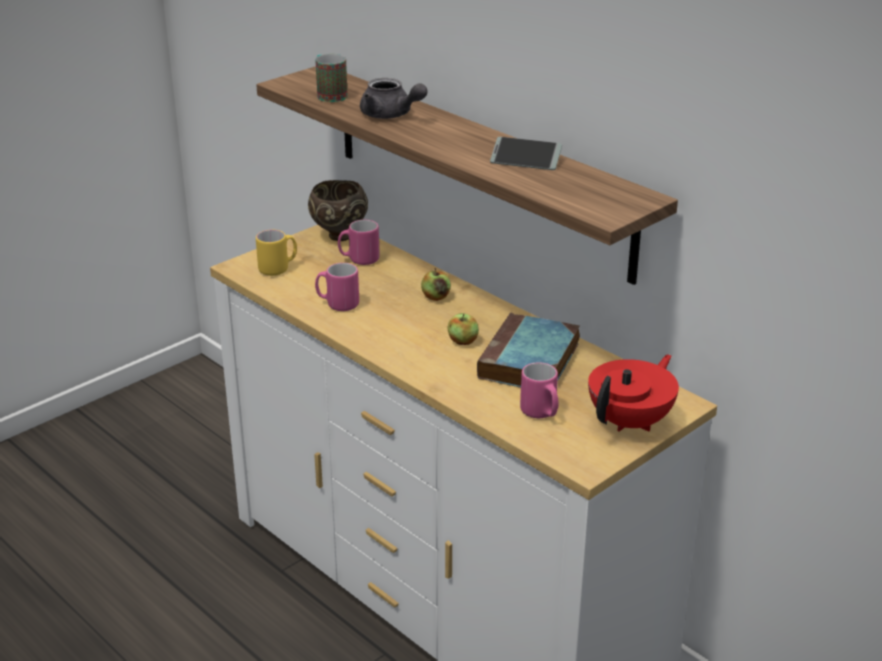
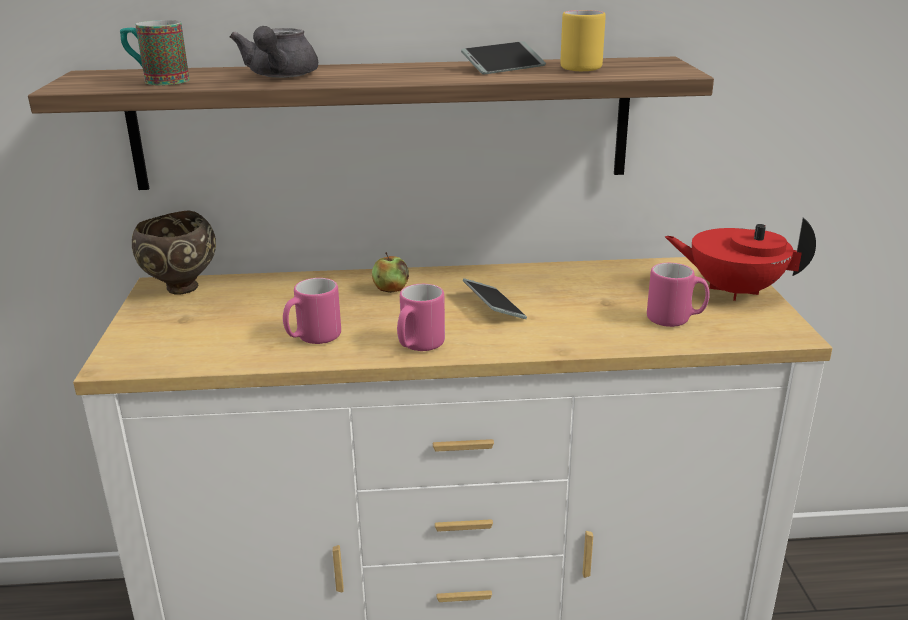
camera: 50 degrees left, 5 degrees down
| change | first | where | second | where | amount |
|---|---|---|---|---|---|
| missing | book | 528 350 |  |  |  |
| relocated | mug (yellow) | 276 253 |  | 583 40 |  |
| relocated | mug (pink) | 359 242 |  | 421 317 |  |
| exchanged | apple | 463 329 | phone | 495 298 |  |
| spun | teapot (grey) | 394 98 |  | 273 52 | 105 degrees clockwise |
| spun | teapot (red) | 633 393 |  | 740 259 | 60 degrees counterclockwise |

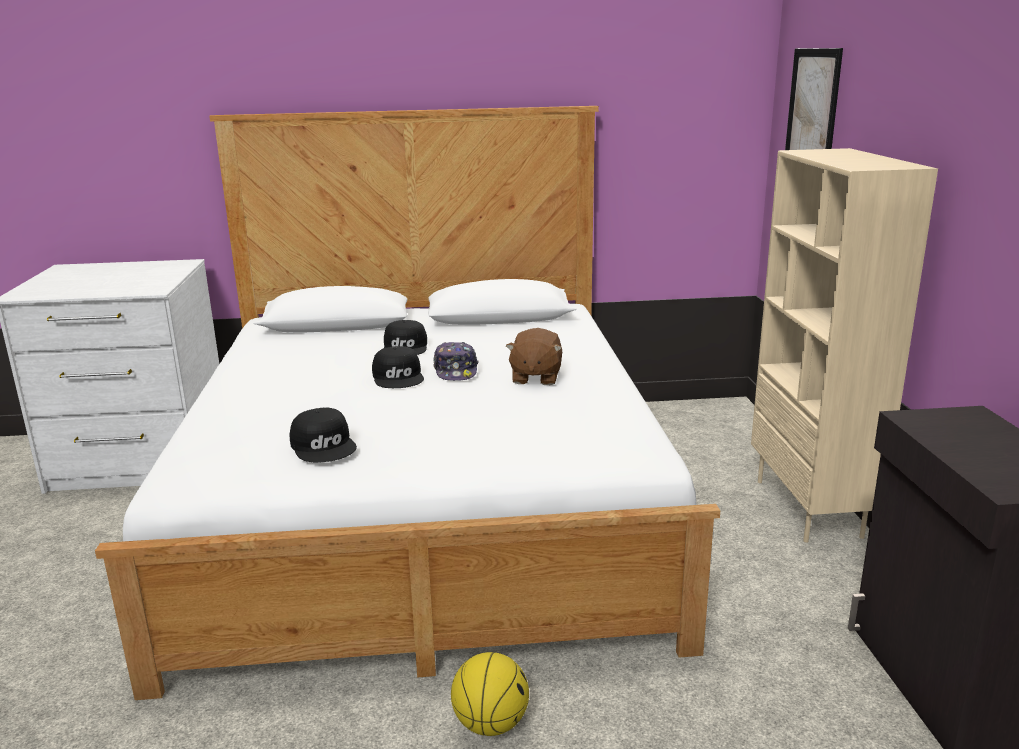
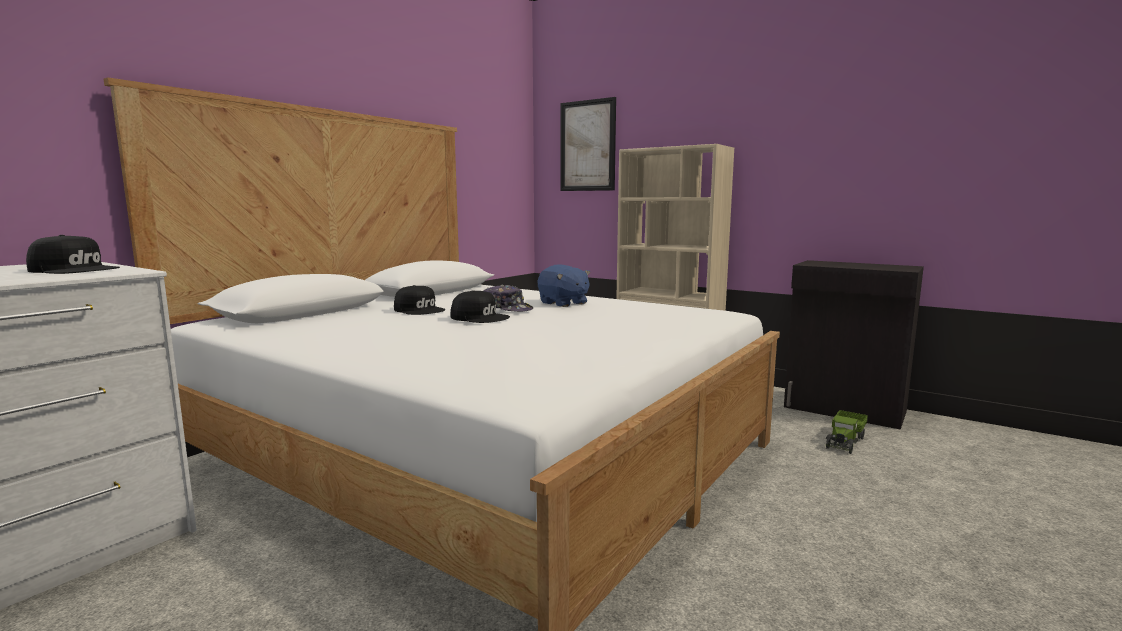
camera: 50 degrees left, 10 degrees down
| change | first | where | second | where | amount |
|---|---|---|---|---|---|
| missing | basketball | 490 694 |  |  |  |
| appeared |  |  | toy truck | 847 432 |  |
| relocated | cap (black) | 323 435 |  | 73 254 |  |
| colour | plush toy (brown) | 534 356 | plush toy (blue) | 564 285 |  |

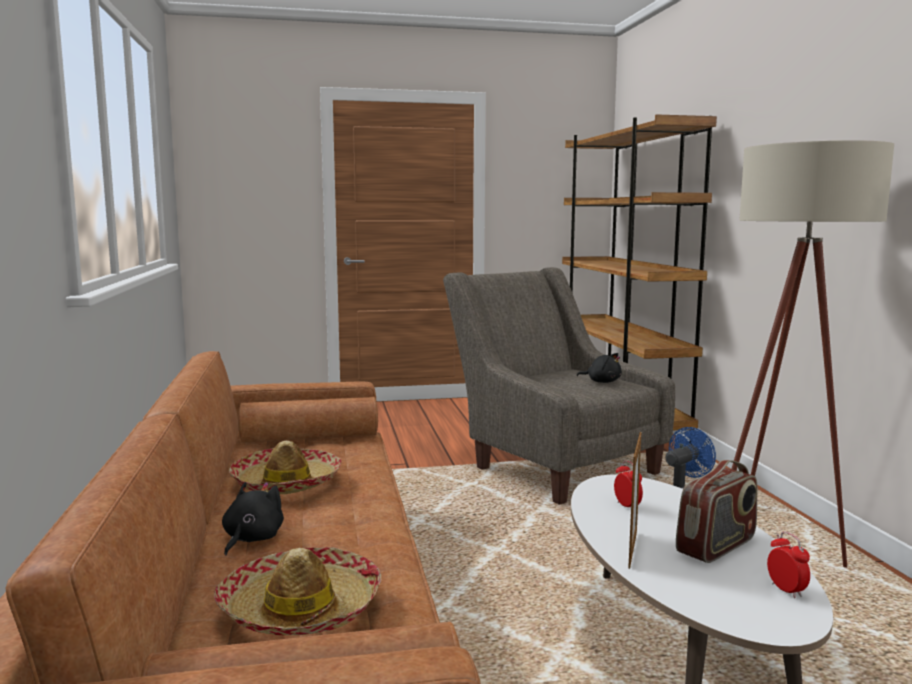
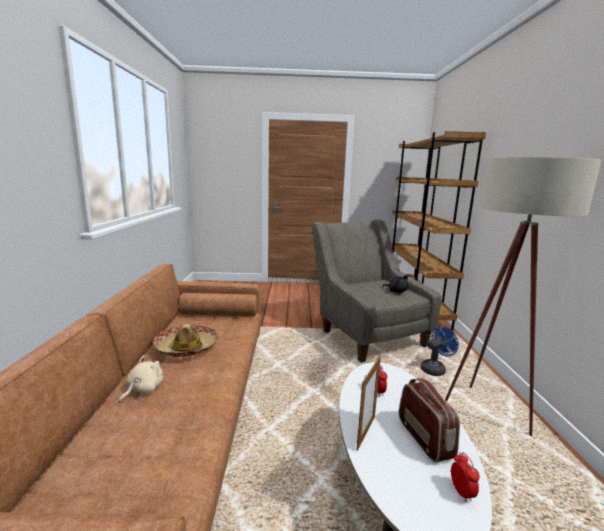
camera: 10 degrees right, 5 degrees up
| change | first | where | second | where | amount |
|---|---|---|---|---|---|
| missing | hat | 297 591 |  |  |  |
| colour | plush toy (black) | 253 518 | plush toy (beige) | 141 379 |  |
| spun | radio | 716 511 |  | 429 420 | 75 degrees counterclockwise |

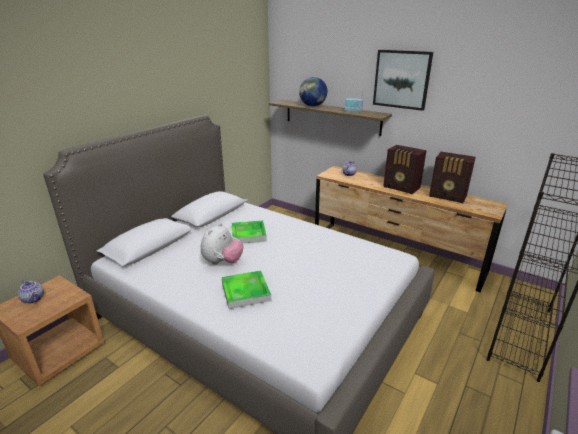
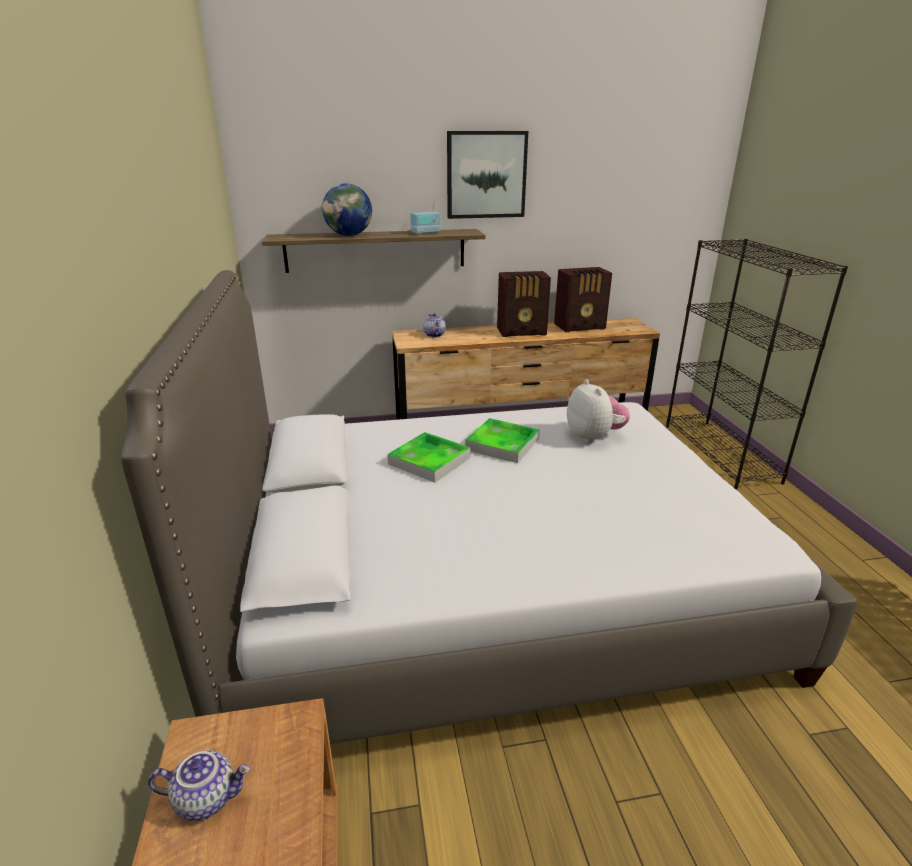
camera: 45 degrees left, 0 degrees up
| change | first | where | second | where | amount |
|---|---|---|---|---|---|
| relocated | plush toy | 222 244 |  | 598 411 |  |
| relocated | tray | 246 289 |  | 502 440 |  |

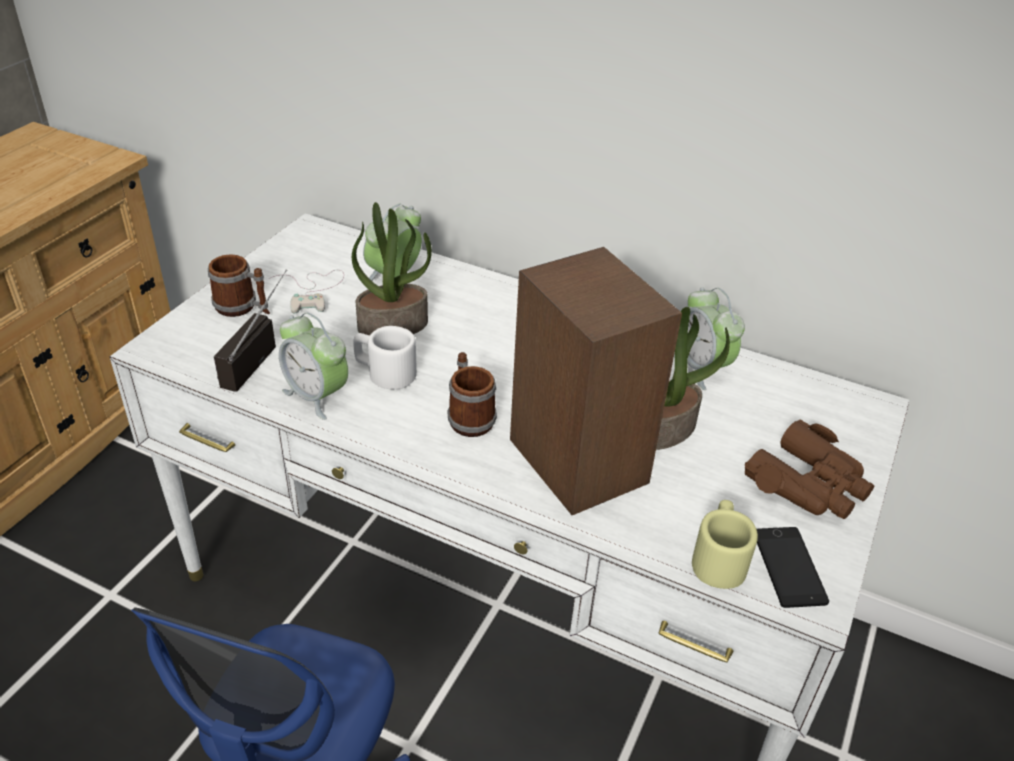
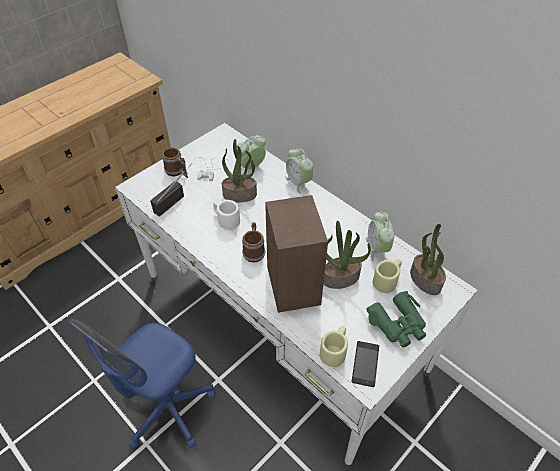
camera: 20 degrees right, 10 degrees up
| change | first | where | second | where | amount |
|---|---|---|---|---|---|
| appeared |  |  | mug (beige) | 387 276 |  |
| appeared |  |  | potted plant | 428 259 |  |
| relocated | alarm clock | 313 366 |  | 299 171 |  |
| colour | binoculars (brown) | 809 469 | binoculars (green) | 396 319 |  |

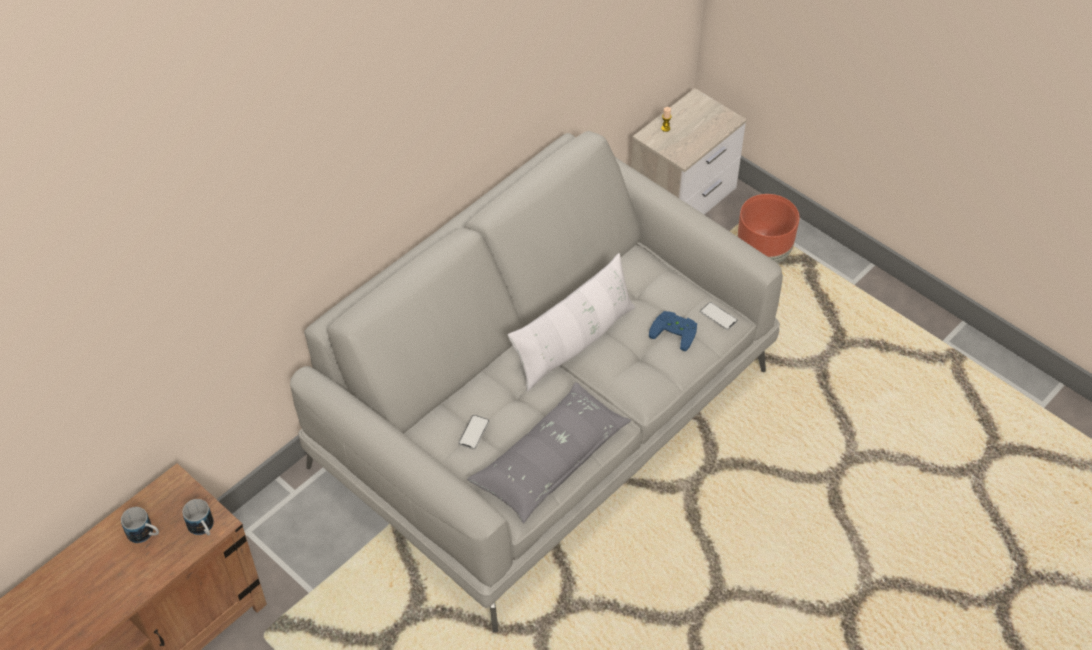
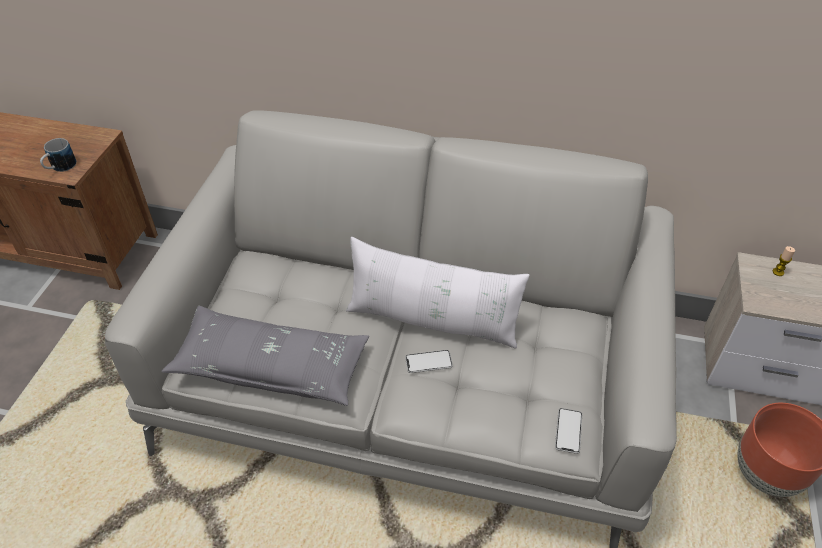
camera: 60 degrees right, 5 degrees down
| change | first | where | second | where | amount |
|---|---|---|---|---|---|
| missing | mug | 140 525 |  |  |  |
| missing | game controller (blue) | 673 331 |  |  |  |
| relocated | phone | 474 432 |  | 429 361 |  |

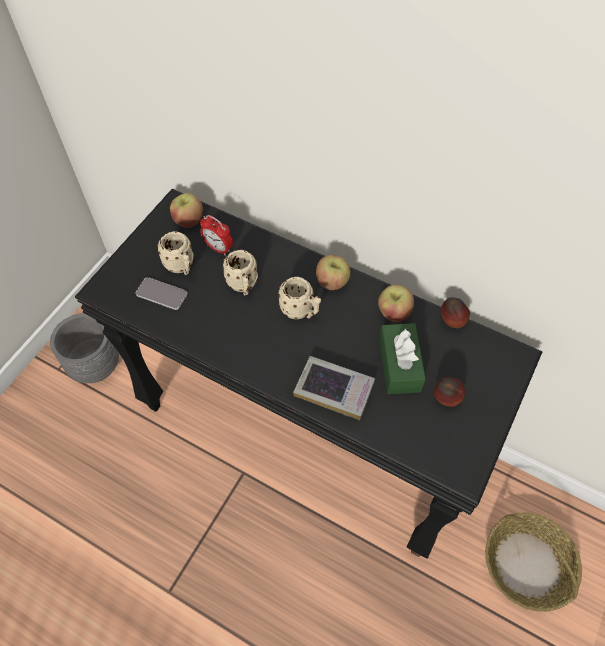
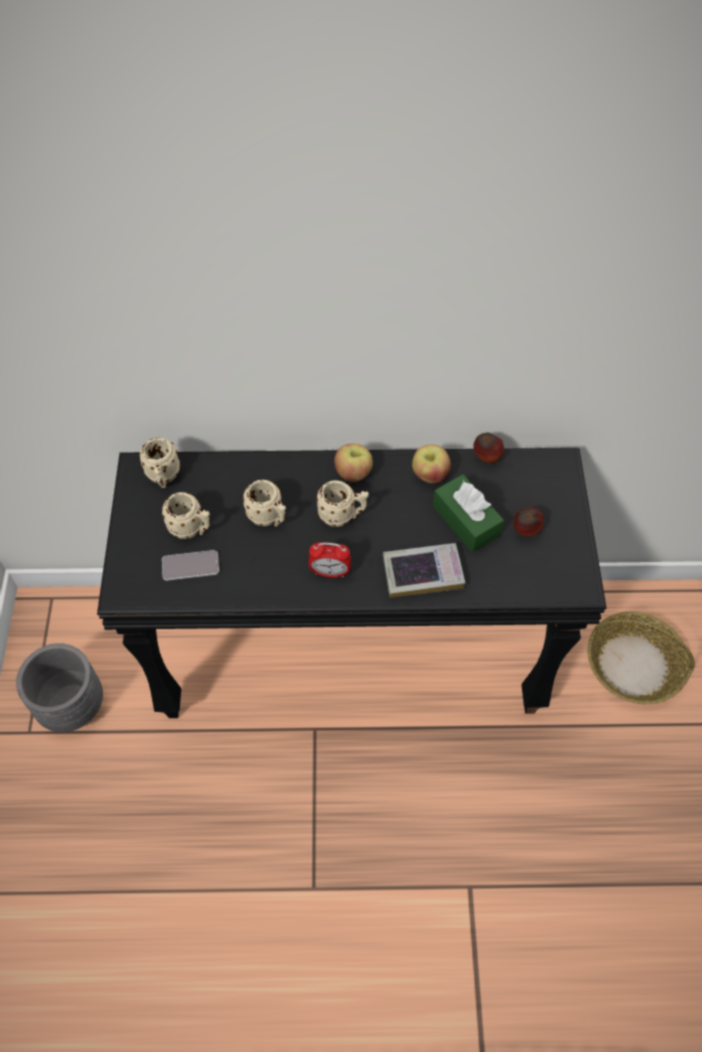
camera: 30 degrees left, 0 degrees up
| change | first | where | second | where | amount |
|---|---|---|---|---|---|
| relocated | alarm clock | 216 235 |  | 329 559 |  |
| exchanged | apple | 186 210 | mug (beige) | 160 463 |  |

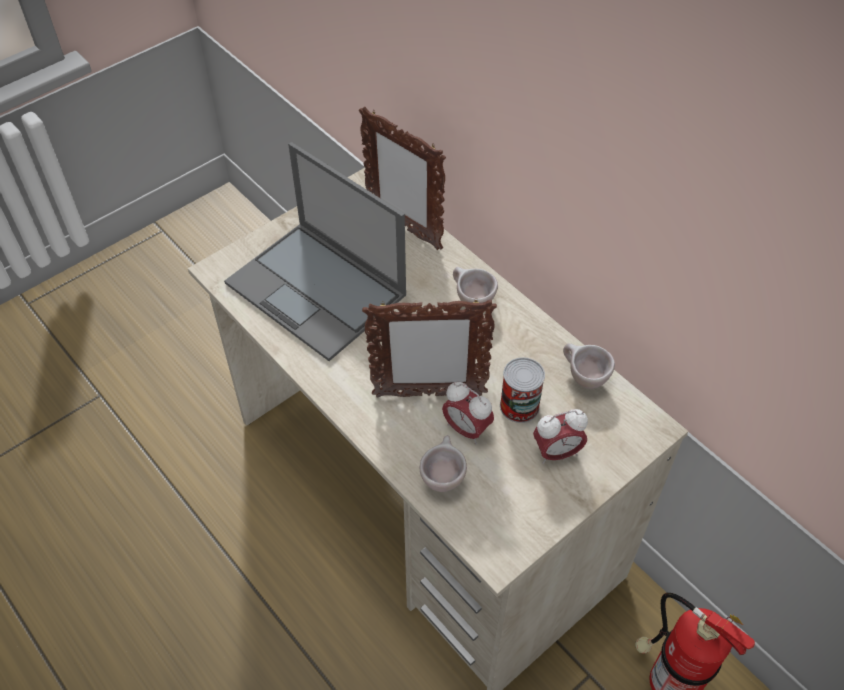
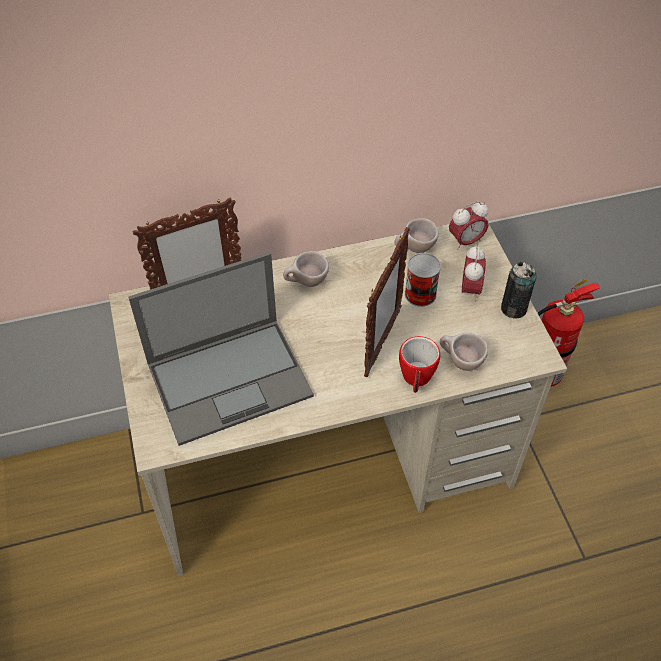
camera: 65 degrees left, 0 degrees up
| change | first | where | second | where | amount |
|---|---|---|---|---|---|
| appeared |  |  | mug | 419 364 |  |
| appeared |  |  | can | 519 290 |  |
| relocated | alarm clock | 468 413 |  | 468 225 |  |

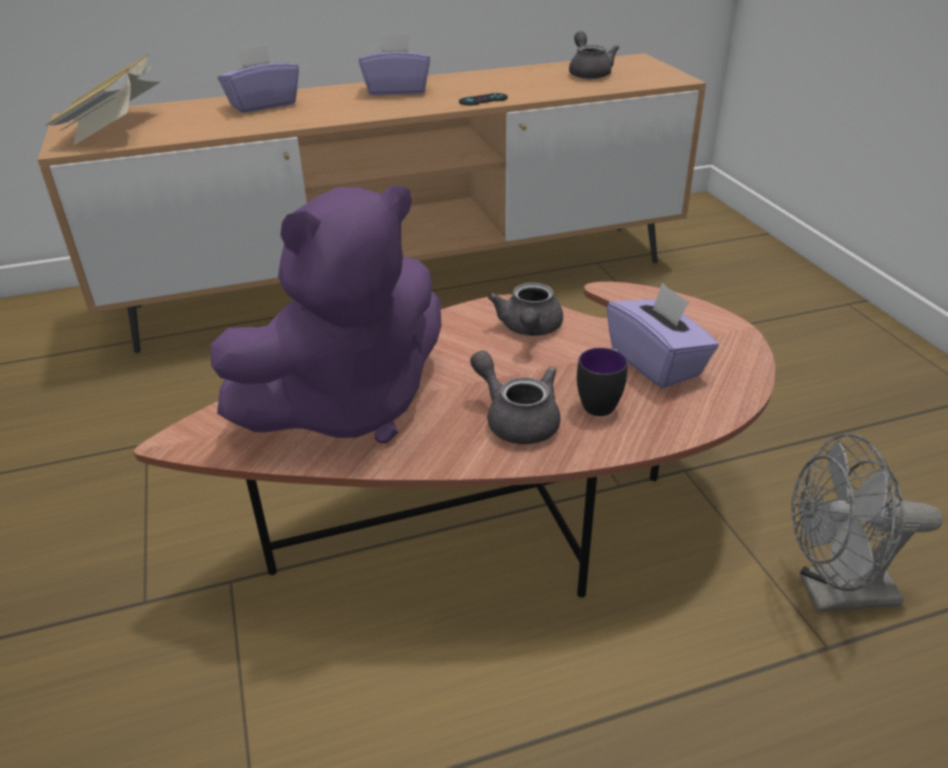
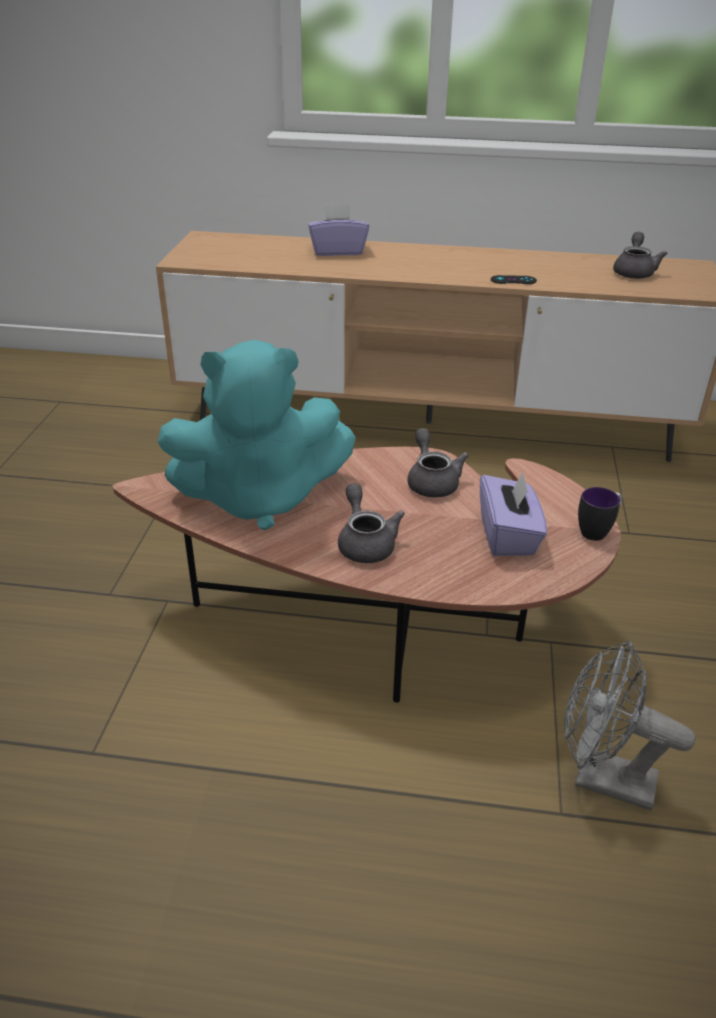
camera: 25 degrees right, 0 degrees up
| change | first | where | second | where | amount |
|---|---|---|---|---|---|
| missing | book | 103 100 |  |  |  |
| missing | tissue box (purple) | 394 63 |  |  |  |
| relocated | mug | 602 382 |  | 600 514 |  |
| colour | plush toy (purple) | 326 314 | plush toy (turquoise) | 257 435 |  |
| spun | teapot (grey) | 525 309 |  | 438 462 | 135 degrees clockwise |

